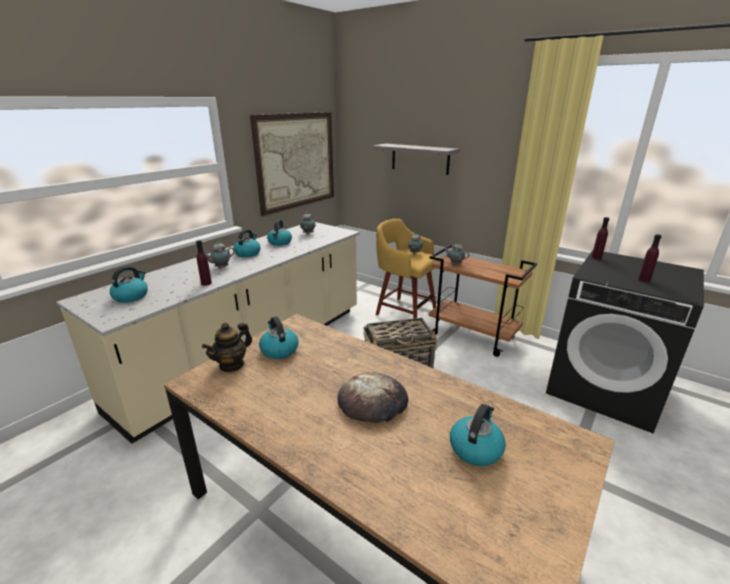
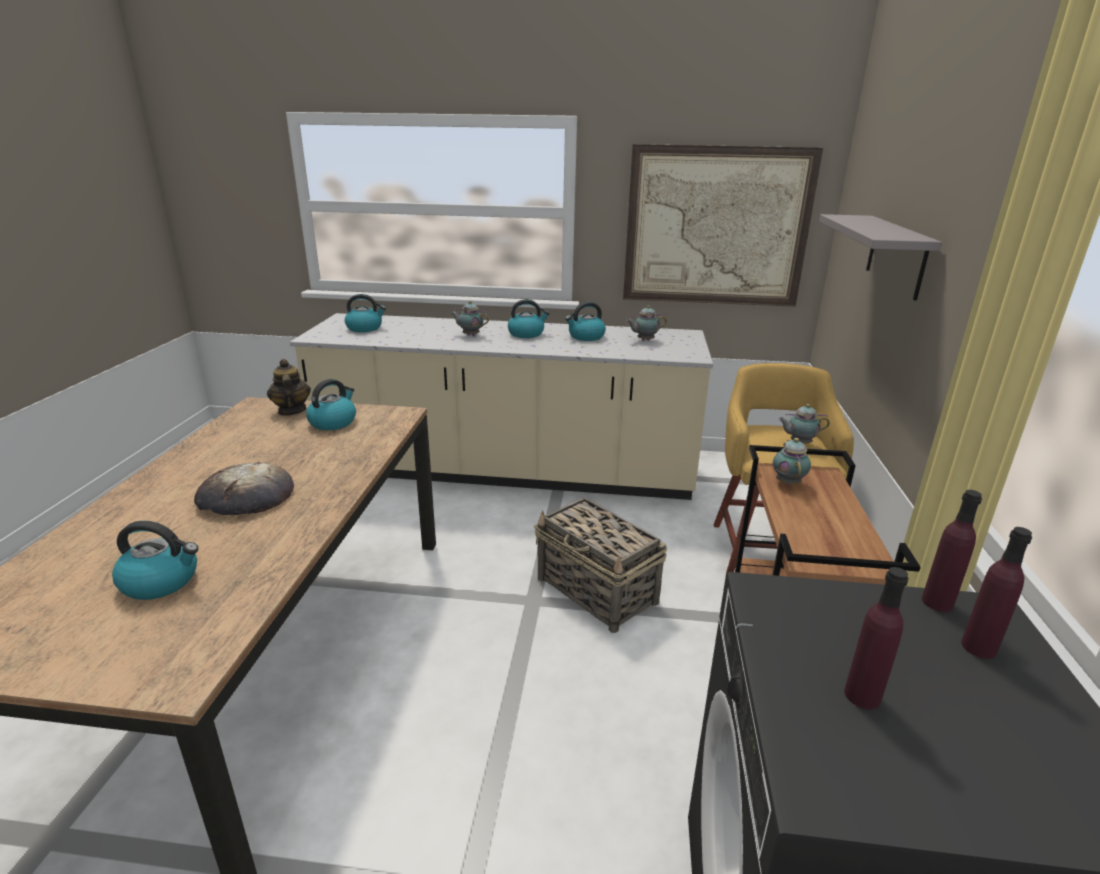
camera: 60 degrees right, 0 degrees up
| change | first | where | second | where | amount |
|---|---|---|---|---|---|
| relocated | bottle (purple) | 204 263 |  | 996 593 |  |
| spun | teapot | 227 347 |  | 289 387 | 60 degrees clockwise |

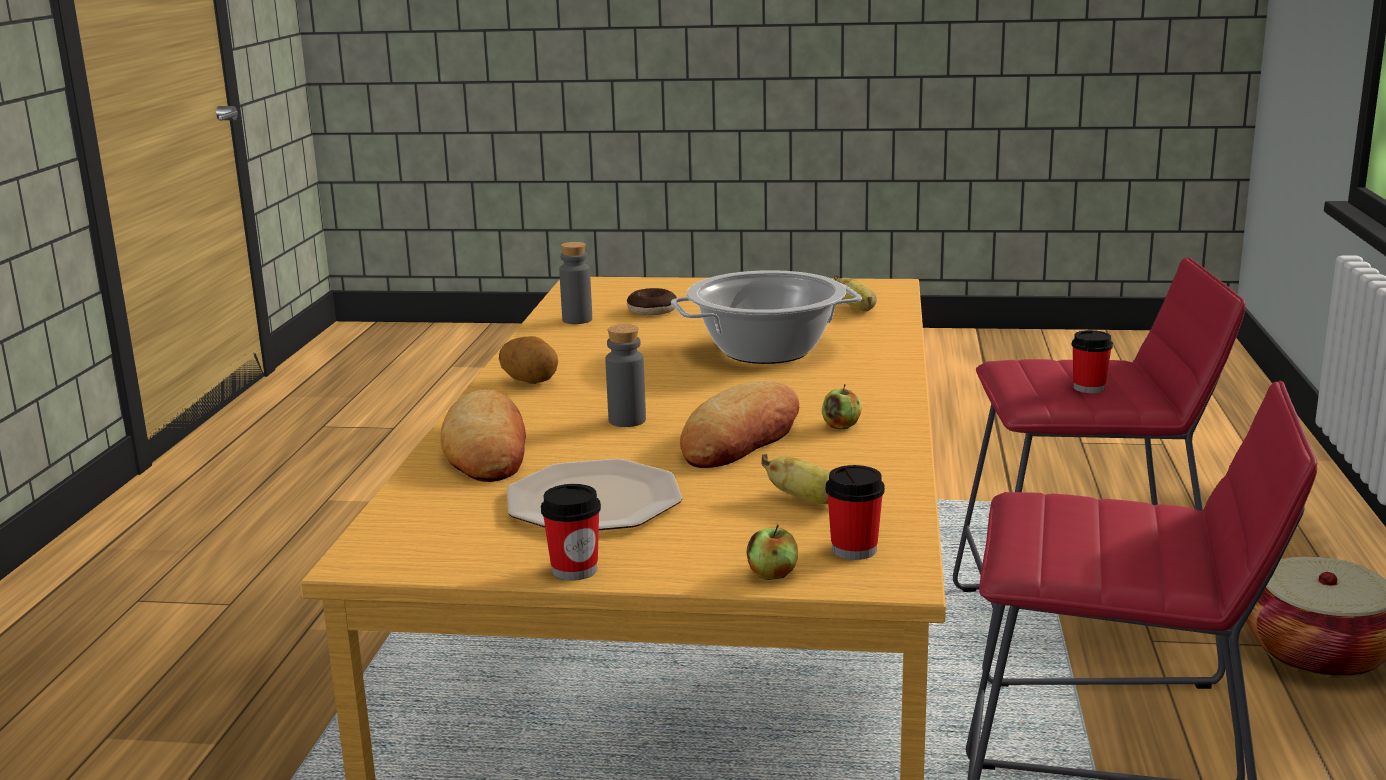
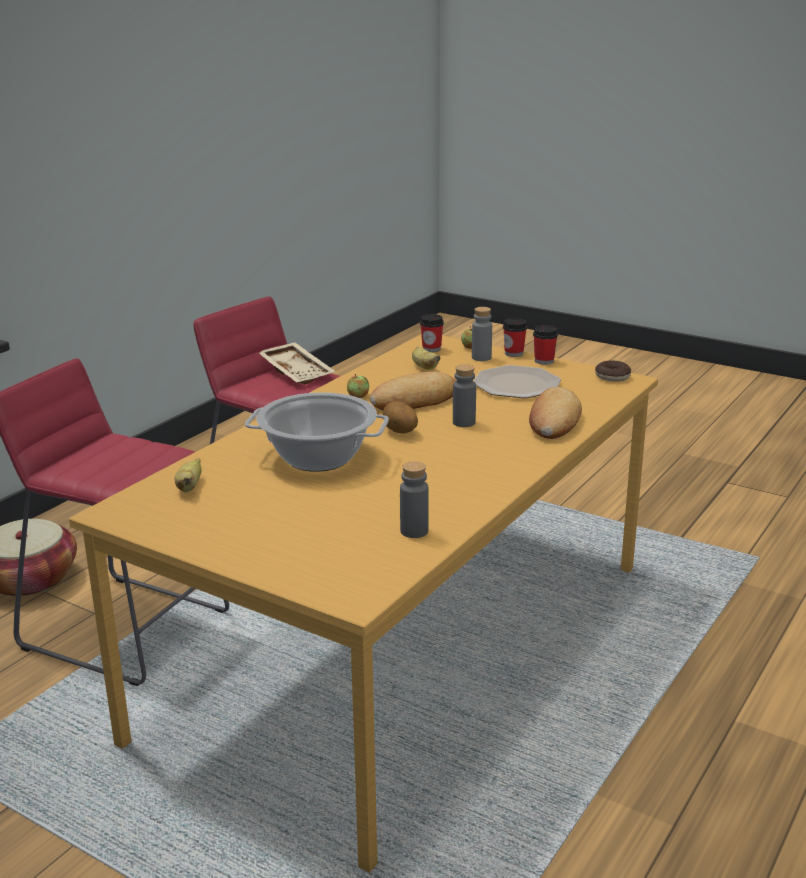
camera: 155 degrees left, 5 degrees up
| change | first | where | second | where | amount |
|---|---|---|---|---|---|
| appeared |  |  | tray (beige) | 297 363 |  |
| appeared |  |  | bottle (grey) | 482 334 |  |
| relocated | potato | 528 360 |  | 400 417 |  |
| relocated | donut | 652 301 |  | 613 371 |  |
| relocated | cup | 1092 361 |  | 515 337 |  |

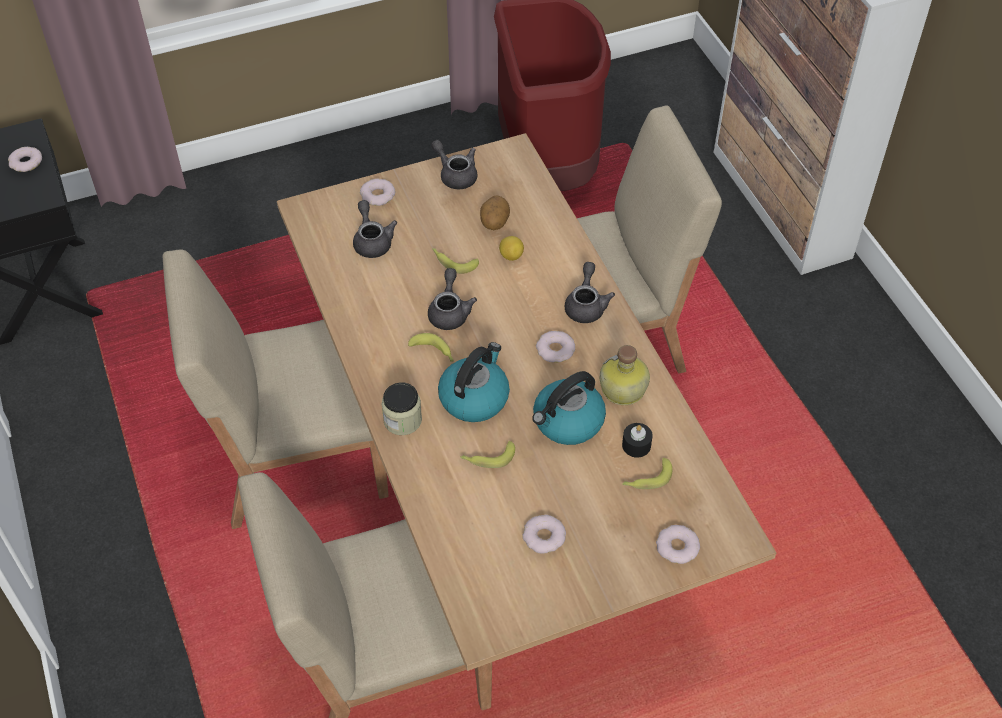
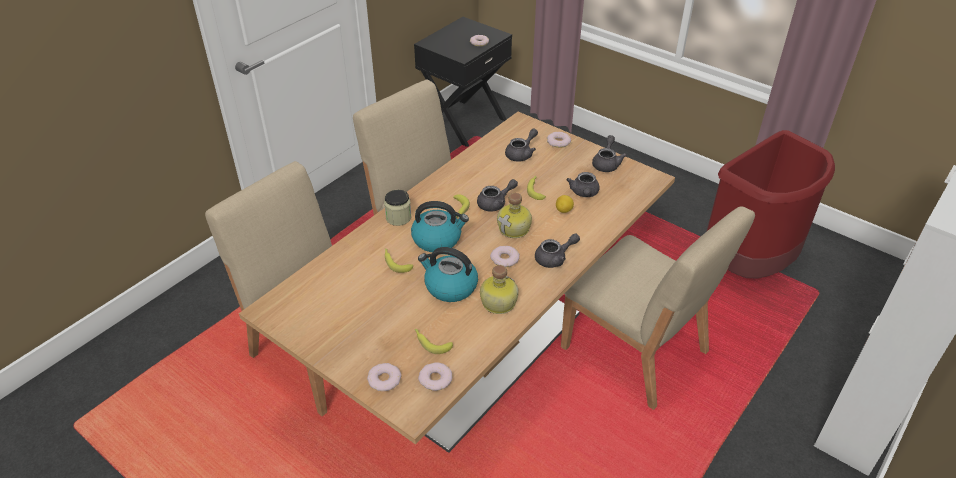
camera: 60 degrees right, 10 degrees down
| change | first | where | second | where | amount |
|---|---|---|---|---|---|
| missing | candle (black) | 637 440 |  |  |  |
| appeared |  |  | bottle | 514 215 |  |
| relocated | donut | 544 534 |  | 435 376 |  |
| exchanged | potato | 495 212 | teapot (grey) | 583 184 |  |

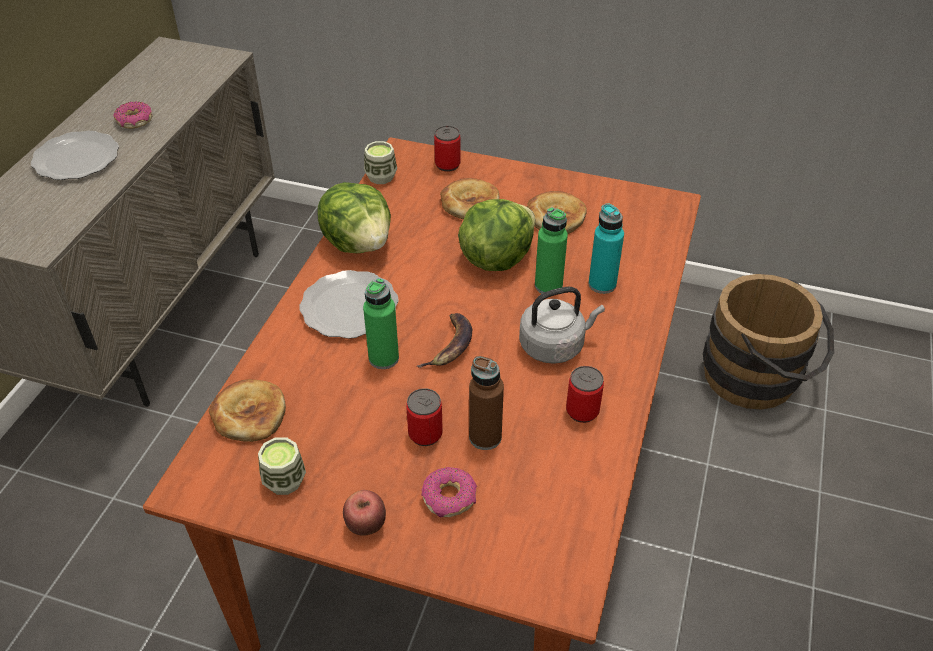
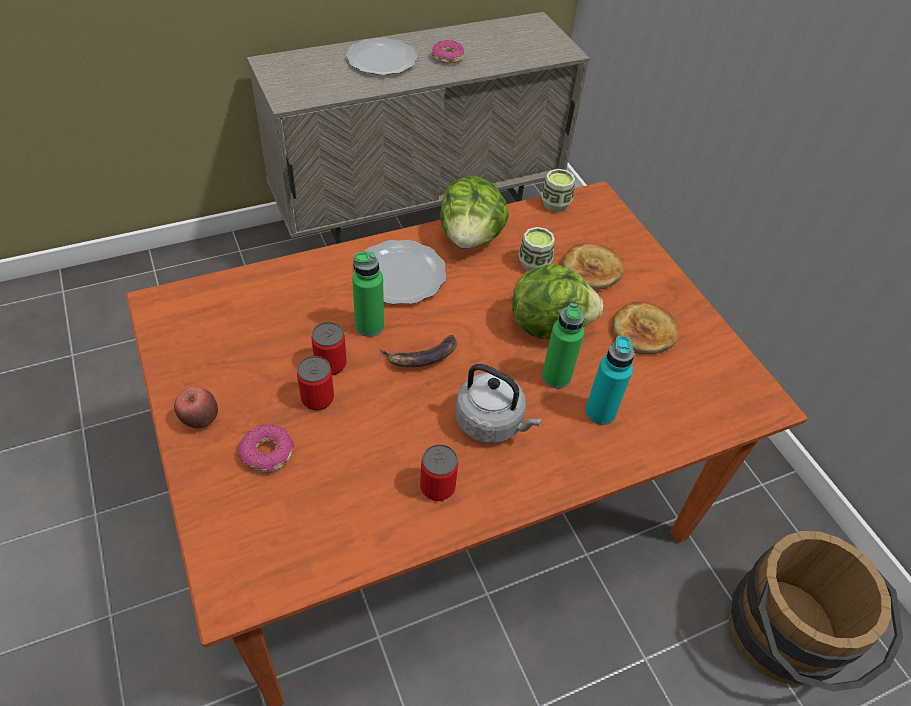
camera: 45 degrees right, 5 degrees up
| change | first | where | second | where | amount |
|---|---|---|---|---|---|
| missing | bread | 247 410 |  |  |  |
| missing | bottle (brown) | 486 403 |  |  |  |
| relocated | cup | 282 466 |  | 536 249 |  |
| relocated | can | 447 149 |  | 329 348 |  |

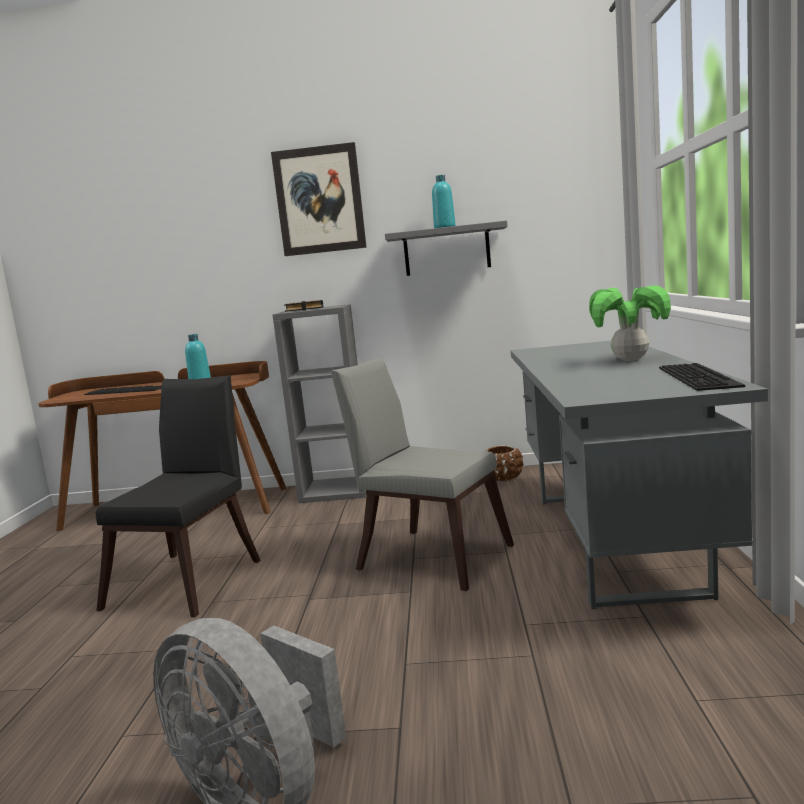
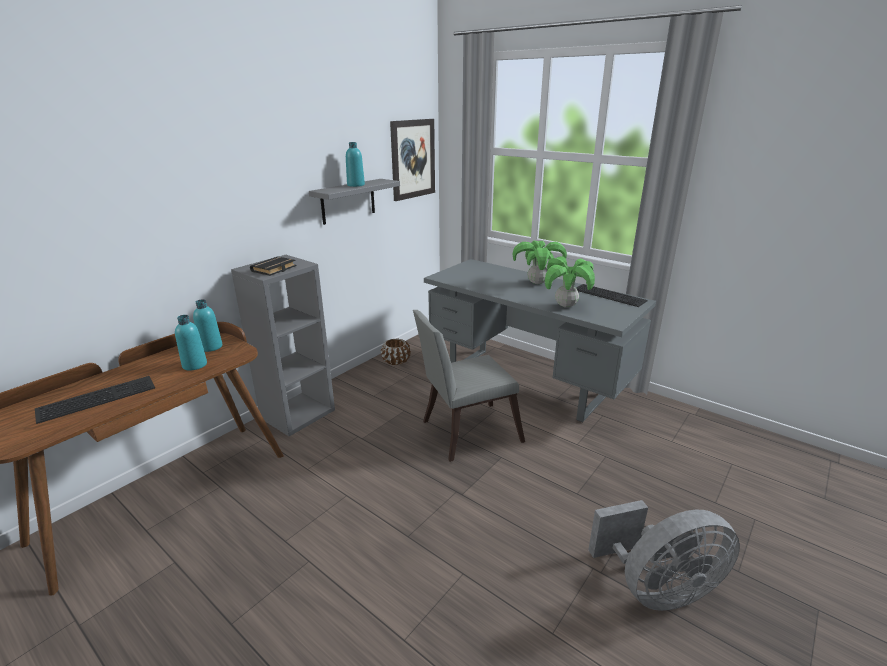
camera: 55 degrees left, 15 degrees up
| change | first | where | second | where | amount |
|---|---|---|---|---|---|
| missing | chair (black) | 178 496 |  |  |  |
| appeared |  |  | bottle (turquoise) | 207 325 |  |
| appeared |  |  | potted plant | 570 282 |  |
| relocated | picture | 319 199 |  | 412 160 |  |

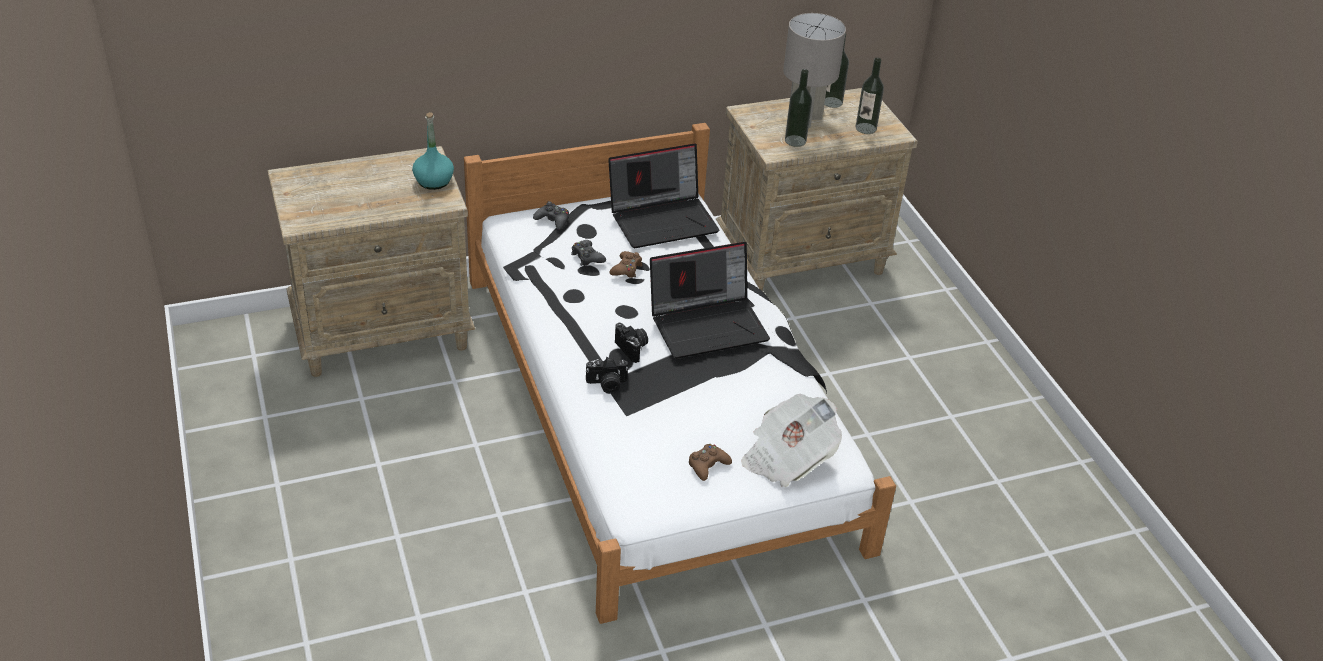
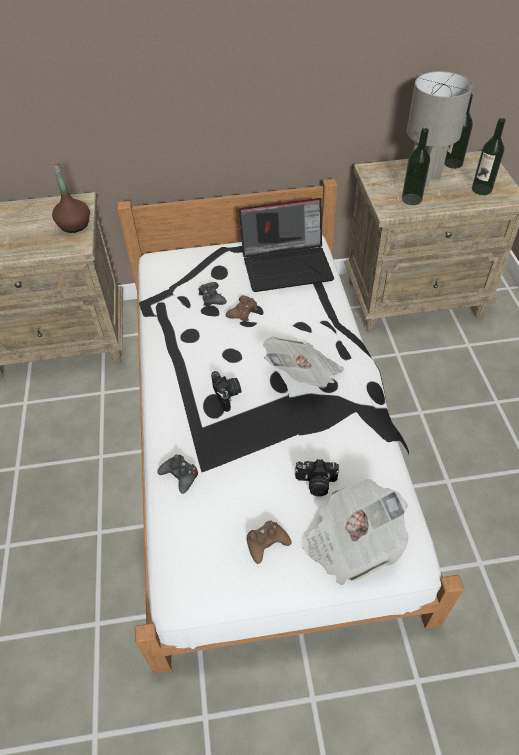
camera: 15 degrees right, 10 degrees up
| change | first | where | second | where | amount |
|---|---|---|---|---|---|
| relocated | game controller (black) | 551 215 |  | 177 474 |  |
| relocated | photo camera | 607 375 |  | 317 477 |  |
| exchanged | laptop | 710 300 | newspaper | 303 362 |  |
| colour | bottle (turquoise) | 433 151 | bottle (brown) | 71 196 |  |

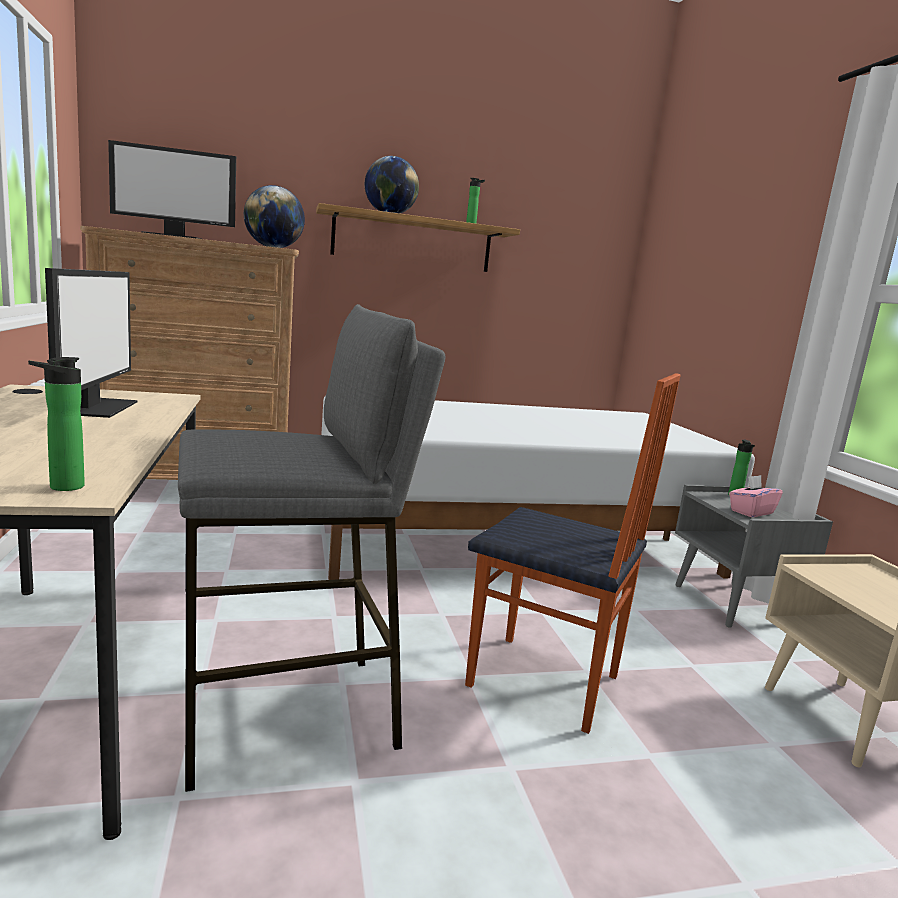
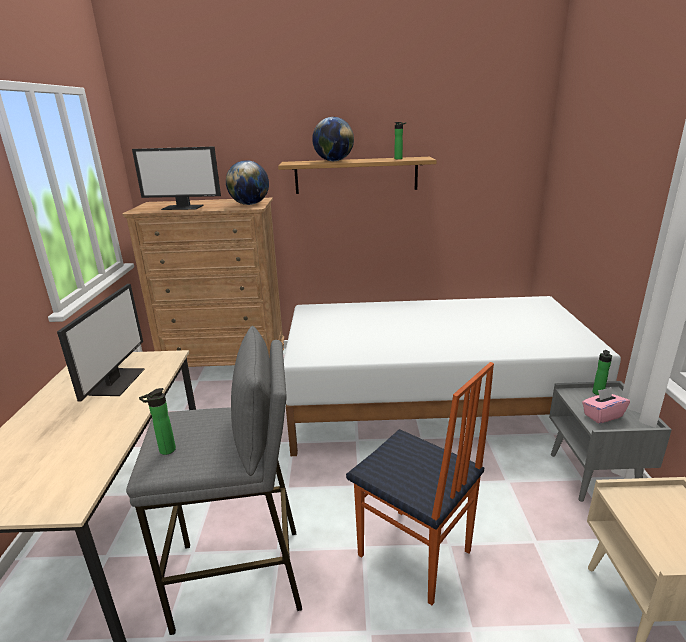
camera: 15 degrees right, 10 degrees up
| change | first | where | second | where | amount |
|---|---|---|---|---|---|
| relocated | bottle | 56 424 |  | 157 421 |  |

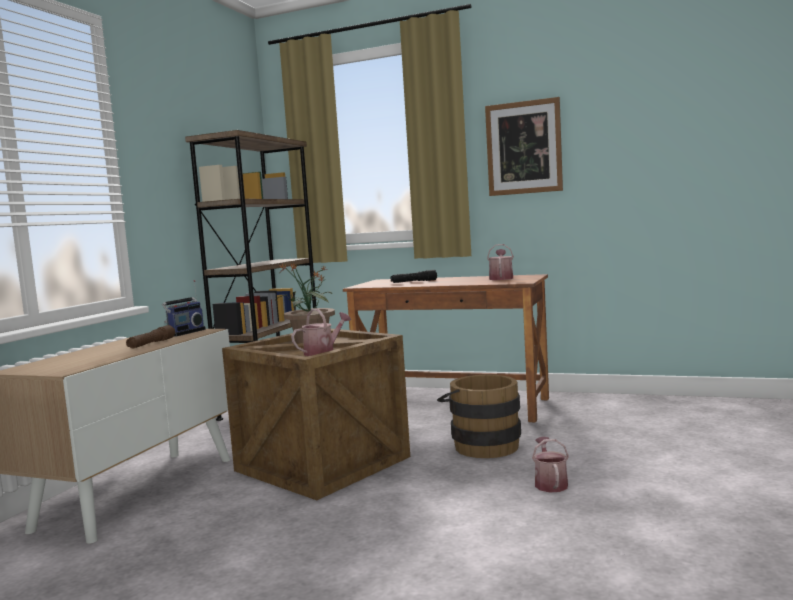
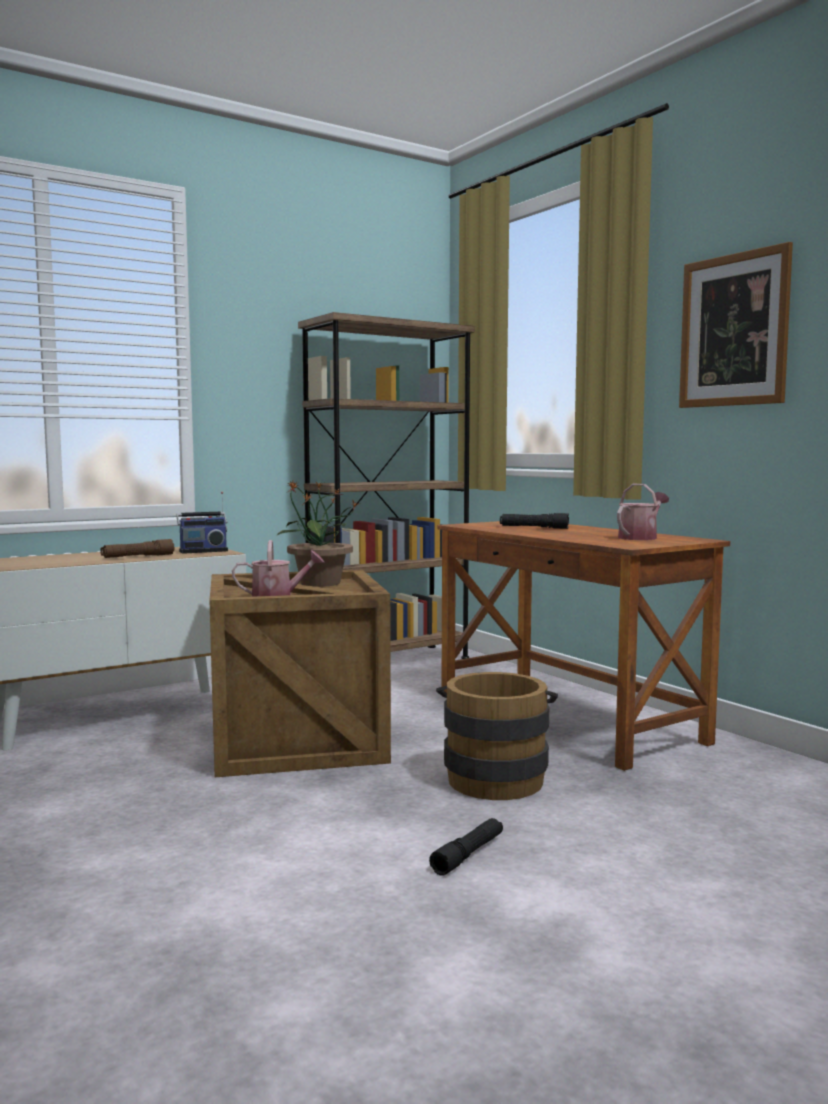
camera: 35 degrees right, 0 degrees up
| change | first | where | second | where | amount |
|---|---|---|---|---|---|
| exchanged | watering can | 550 464 | flashlight (black) | 466 847 |  |

